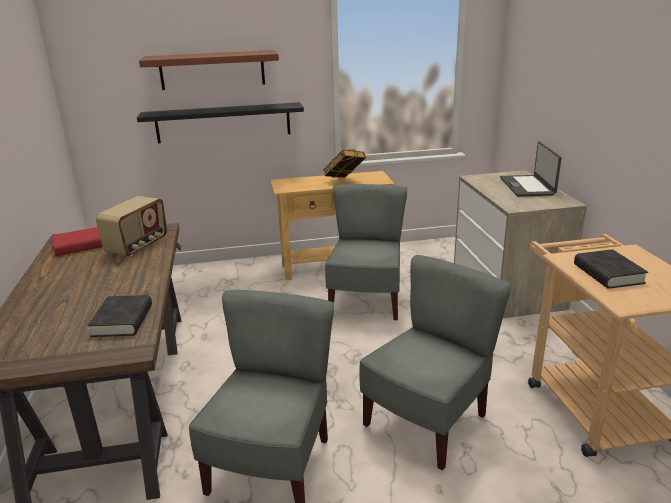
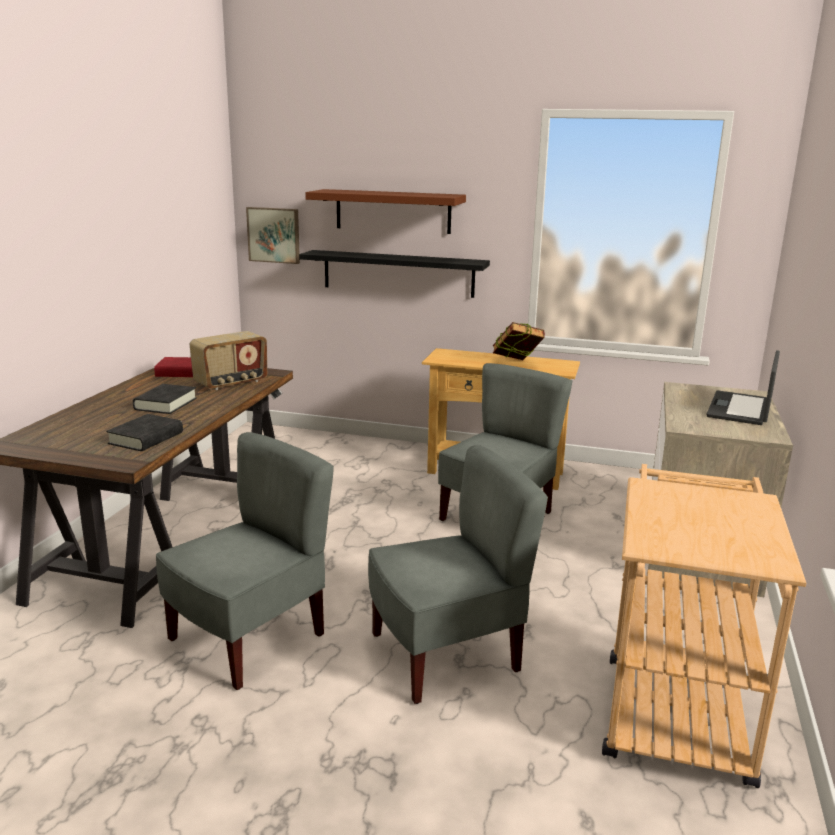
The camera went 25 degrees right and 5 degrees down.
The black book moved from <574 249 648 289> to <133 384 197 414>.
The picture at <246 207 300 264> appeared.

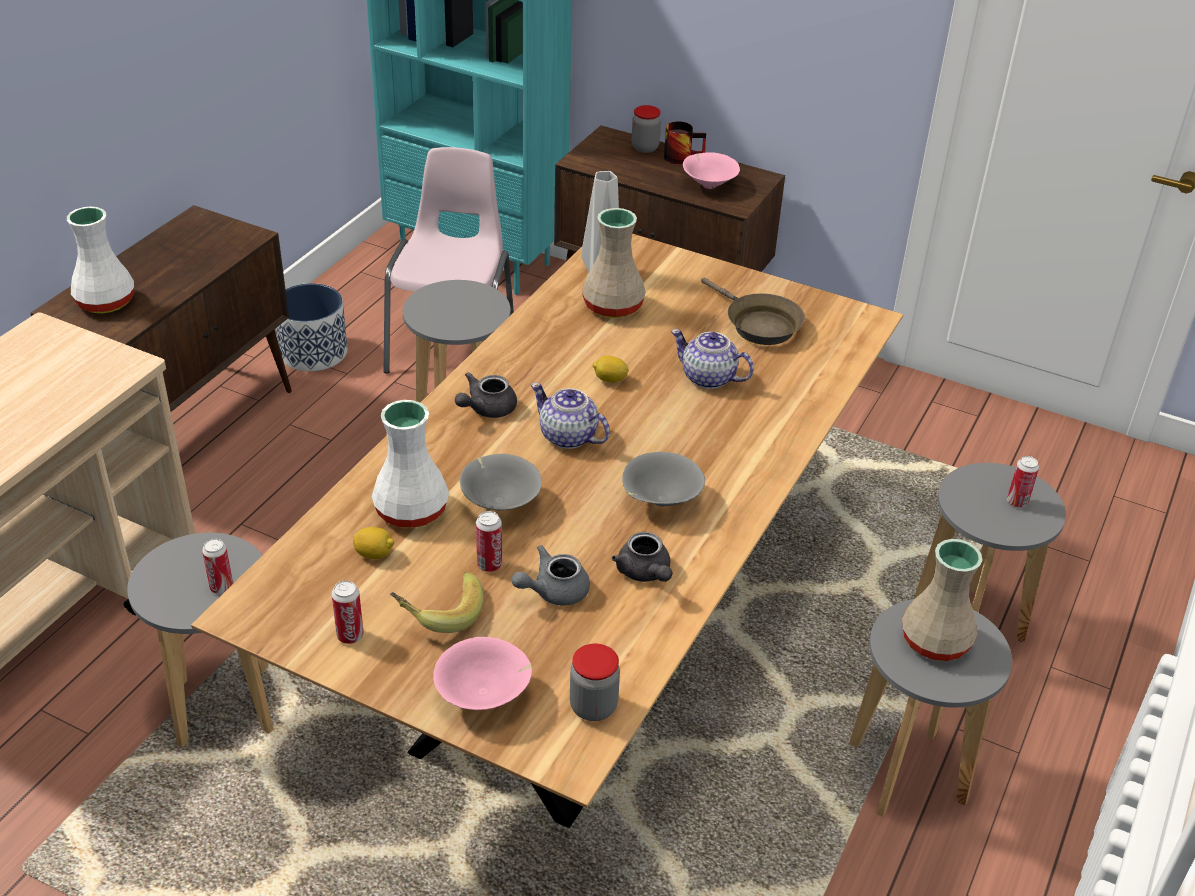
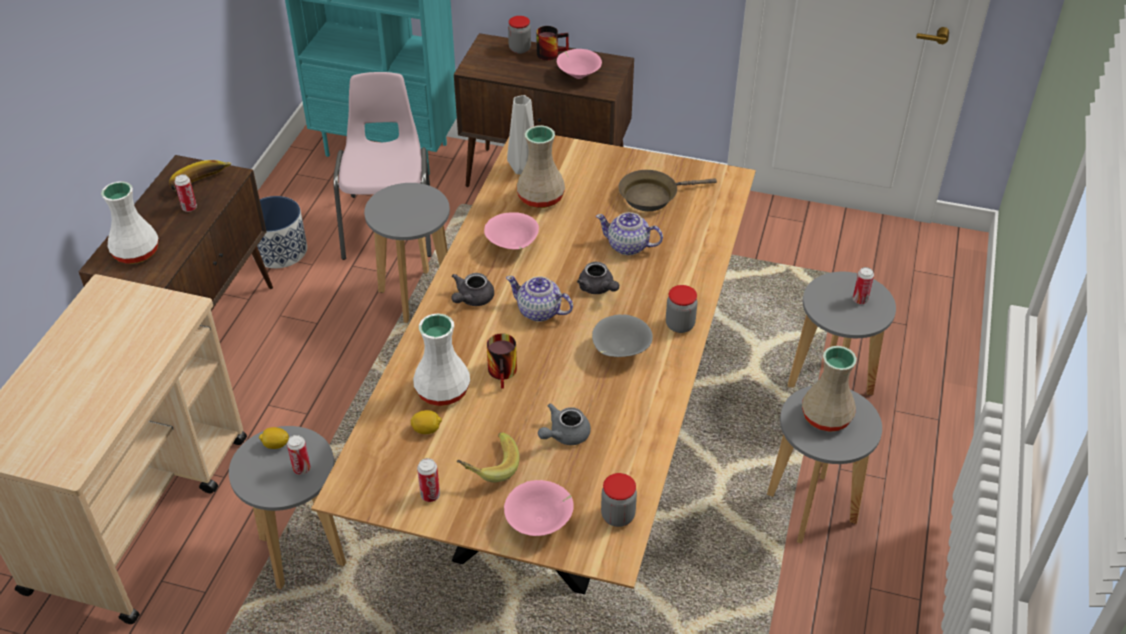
The camera went 10 degrees left and 5 degrees up.
The banana at <169 160 232 191> appeared.
The can moved from <476 511 502 572> to <175 174 197 212>.
The lemon moved from <593 356 629 383> to <259 427 289 449>.
The pink bowl at <484 212 539 250> appeared.
The grey bowl at <460 454 542 511> was replaced by the mug at <487 333 517 389>.
The grey teapot moved from <612 532 672 582> to <577 262 619 294>.
The brown frying pan at <701 278 805 345> turned 120 degrees clockwise.
The jar at <666 285 698 333> appeared.

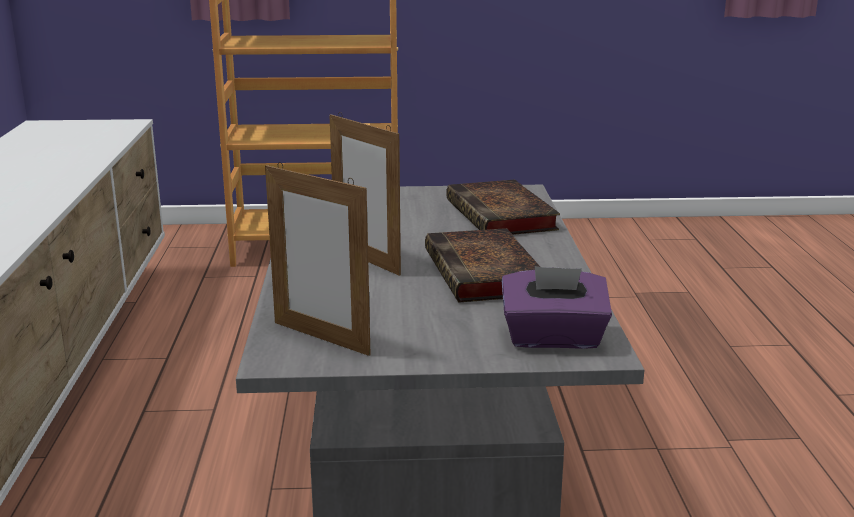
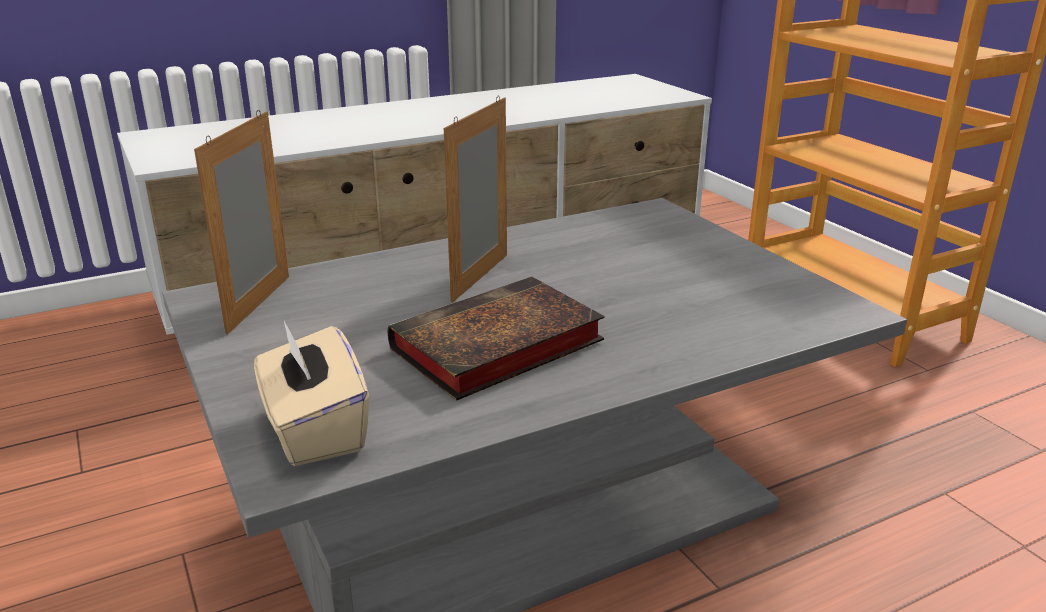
The camera went 65 degrees right and 5 degrees up.
The purple tissue box at <502 266 612 349> became the beige tissue box at <254 321 369 466>.
The book at <446 179 560 235> disappeared.

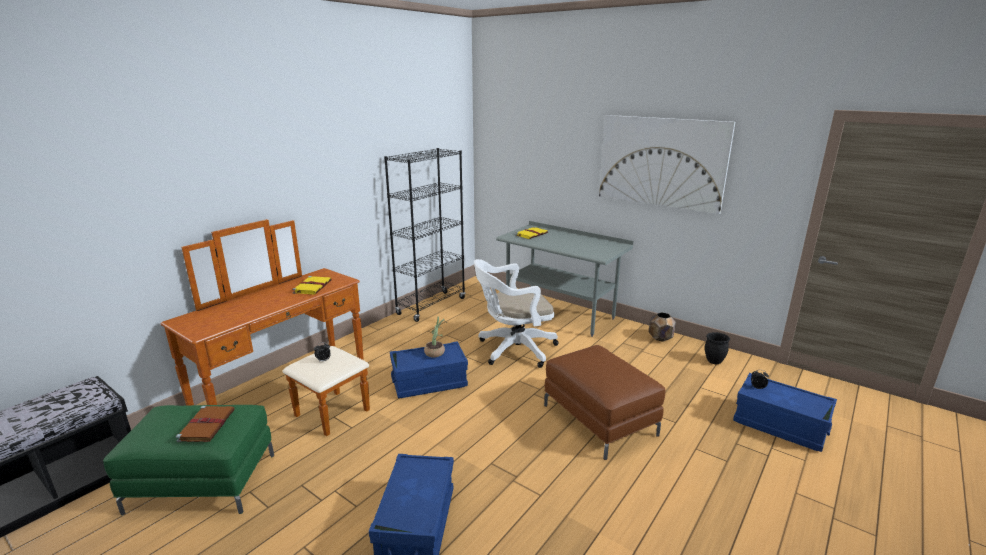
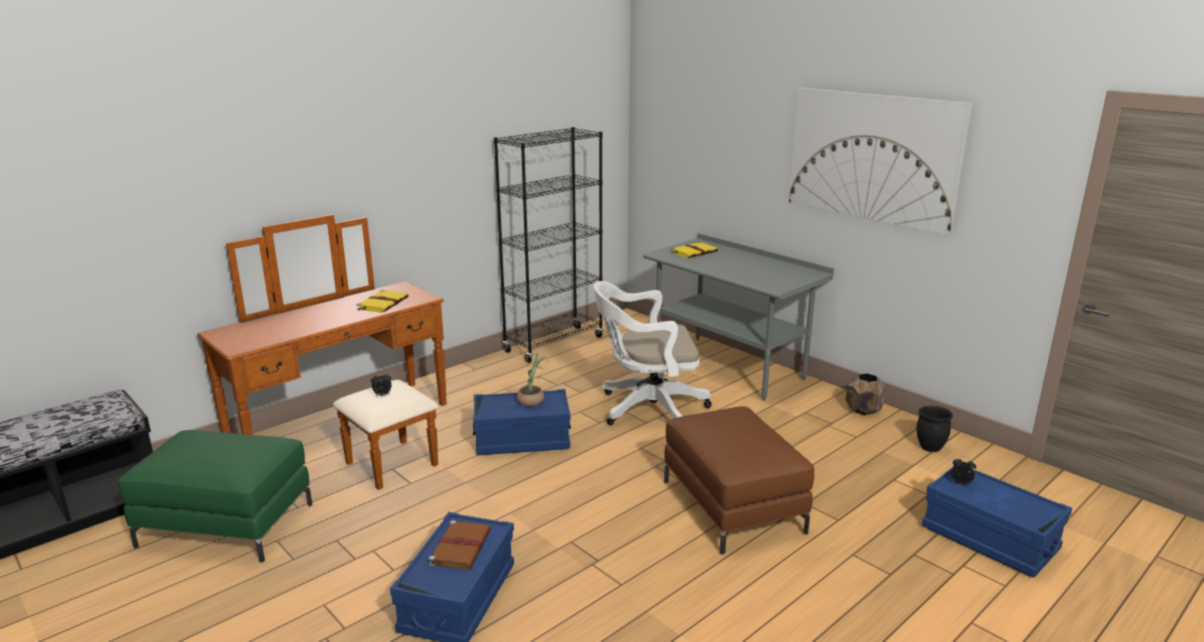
The camera went 10 degrees right and 0 degrees up.
The brown book moved from <176 406 235 442> to <429 520 491 570>.

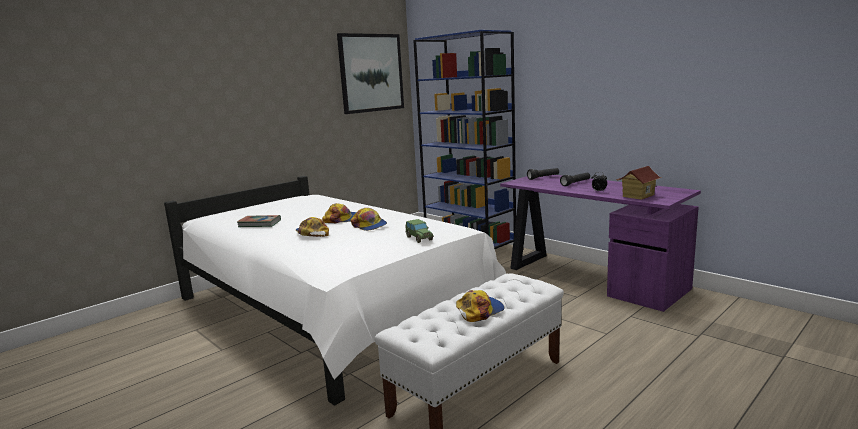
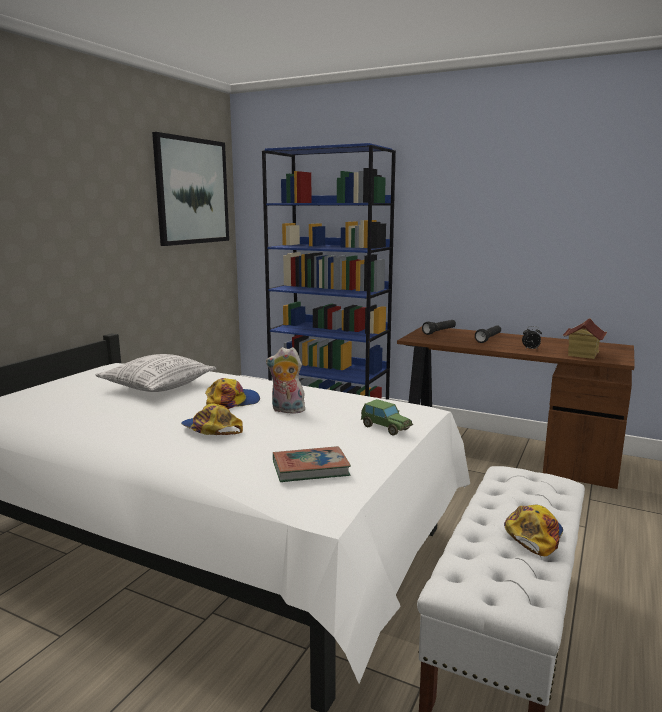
The camera went 20 degrees left and 0 degrees up.
The pillow at <95 354 217 392> appeared.
The cap at <350 208 387 231> was replaced by the plush toy at <266 347 309 414>.
The book moved from <237 215 281 227> to <273 446 351 482>.
The purple desk at <500 175 701 312> became the brown desk at <397 326 635 489>.

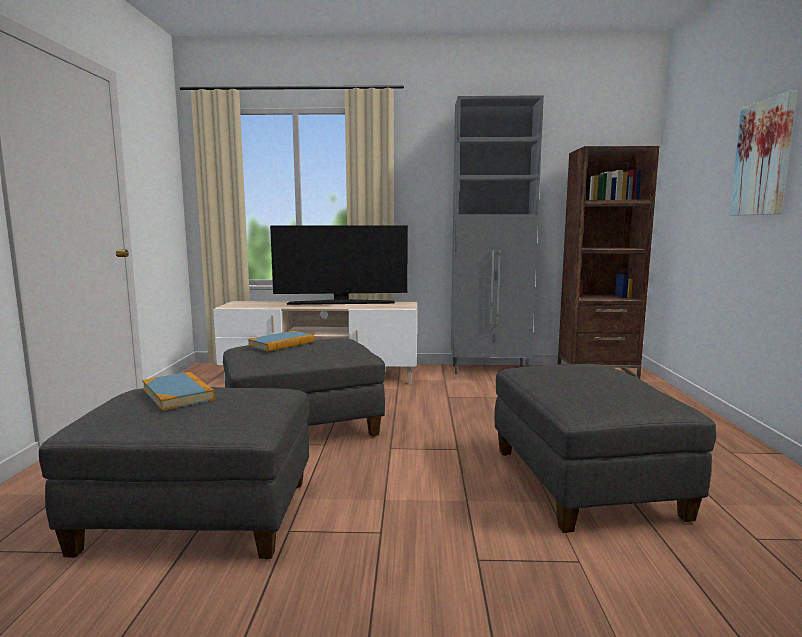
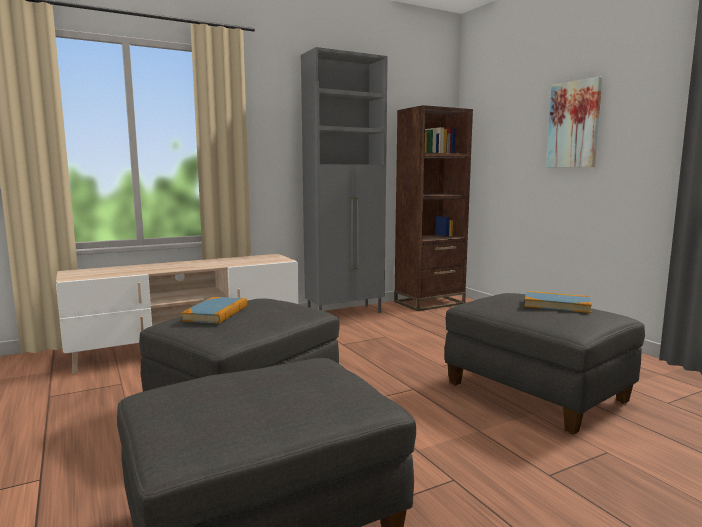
The camera went 30 degrees left and 0 degrees up.
The book moved from <142 372 216 411> to <524 291 592 313>.
The television at <270 226 408 305> disappeared.

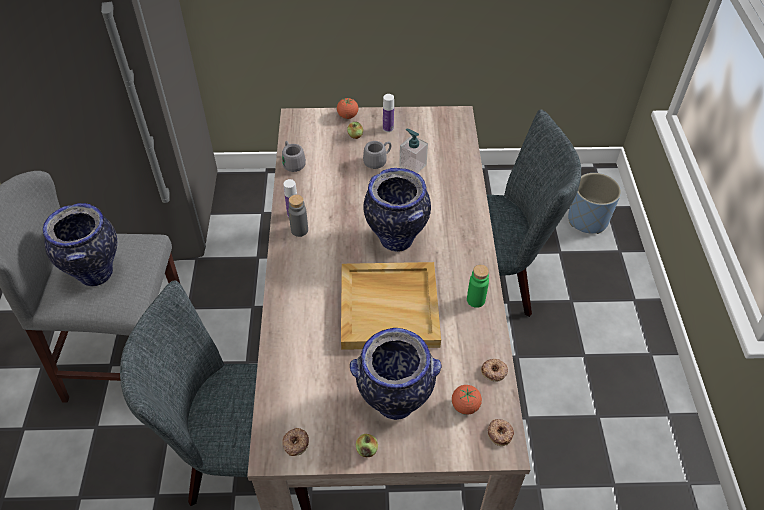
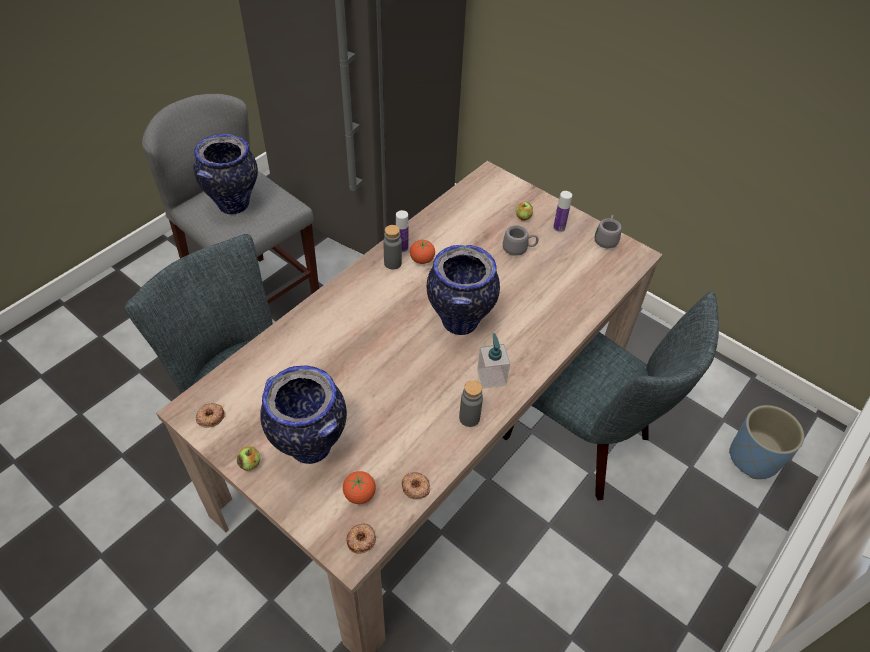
The camera went 40 degrees right and 0 degrees up.
The tomato moved from <337 98 358 119> to <410 240 435 264>.
The green bottle at <467 265 489 308> became the grey bottle at <459 380 483 427>.
The soap dispenser moved from <399 128 428 173> to <477 333 510 388>.
The grey mug moved from <282 141 306 172> to <595 215 622 248>.
The beige tray at <341 262 441 350> disappeared.

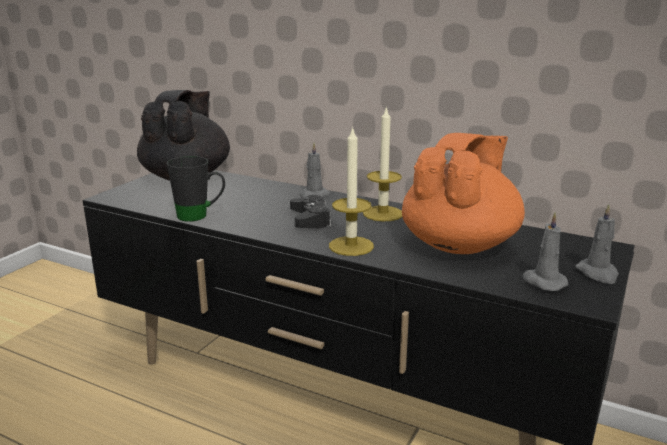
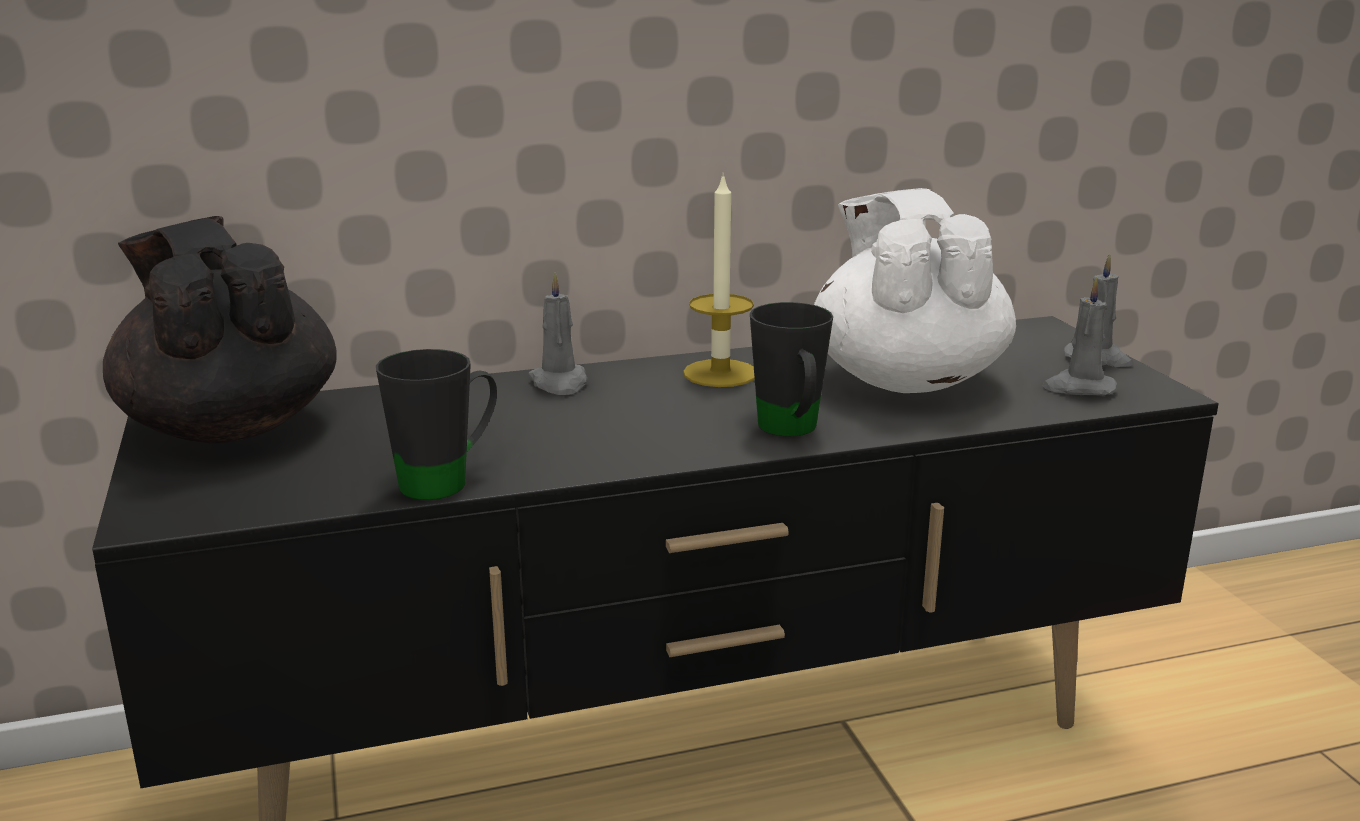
The camera went 45 degrees left and 0 degrees up.
The candle at <329 127 374 256> was replaced by the black mug at <750 302 833 436>.
The orange teapot at <402 133 525 254> became the white teapot at <814 188 1016 393>.
The black game controller at <290 195 332 228> disappeared.

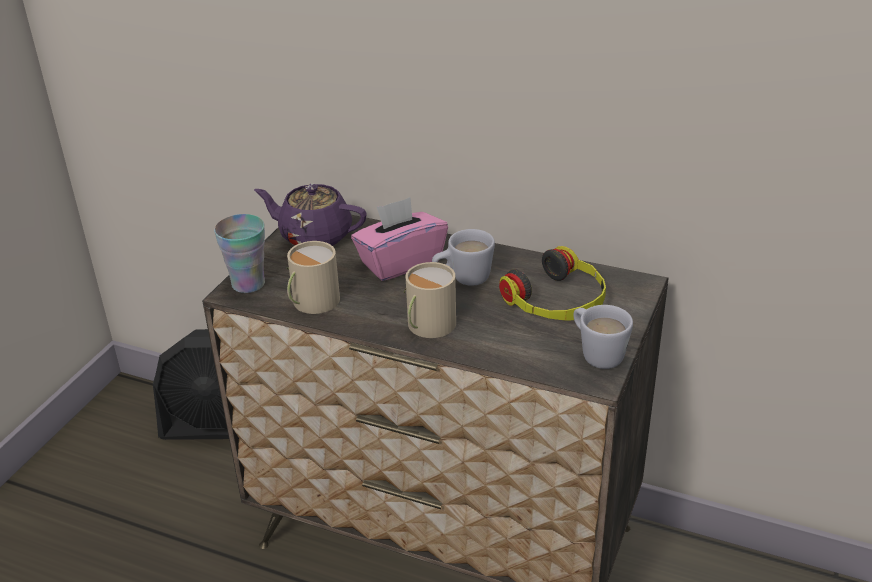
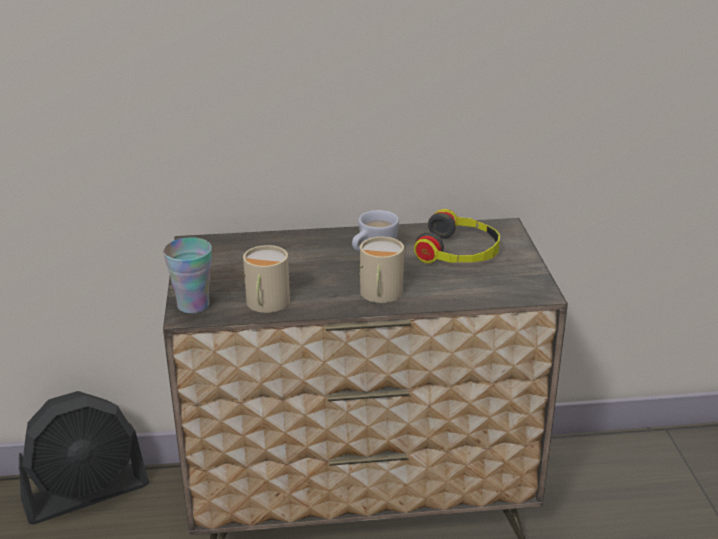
The camera went 30 degrees left and 5 degrees down.
The purple teapot at <254 184 367 246> disappeared.
The pink tissue box at <351 197 448 281> disappeared.
The white mug at <573 305 633 369> disappeared.

